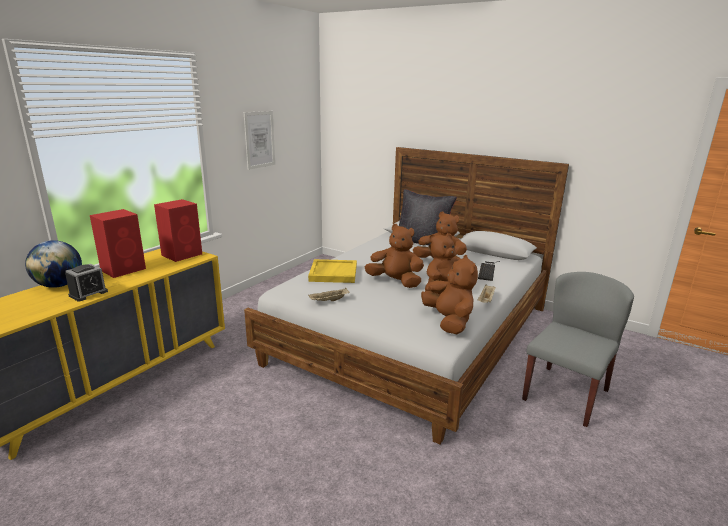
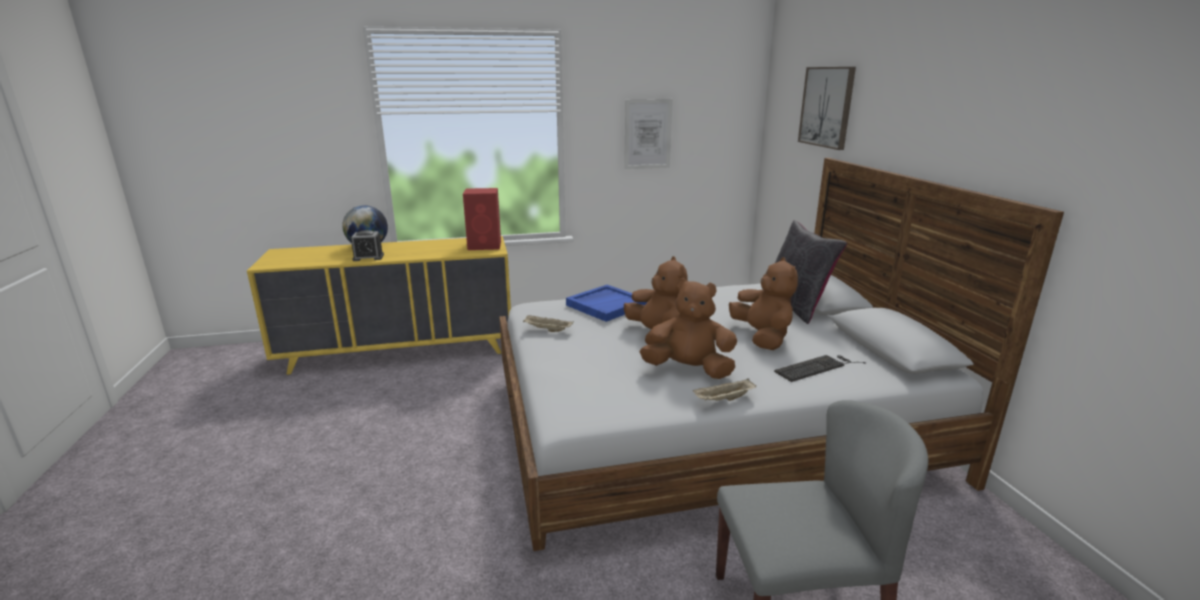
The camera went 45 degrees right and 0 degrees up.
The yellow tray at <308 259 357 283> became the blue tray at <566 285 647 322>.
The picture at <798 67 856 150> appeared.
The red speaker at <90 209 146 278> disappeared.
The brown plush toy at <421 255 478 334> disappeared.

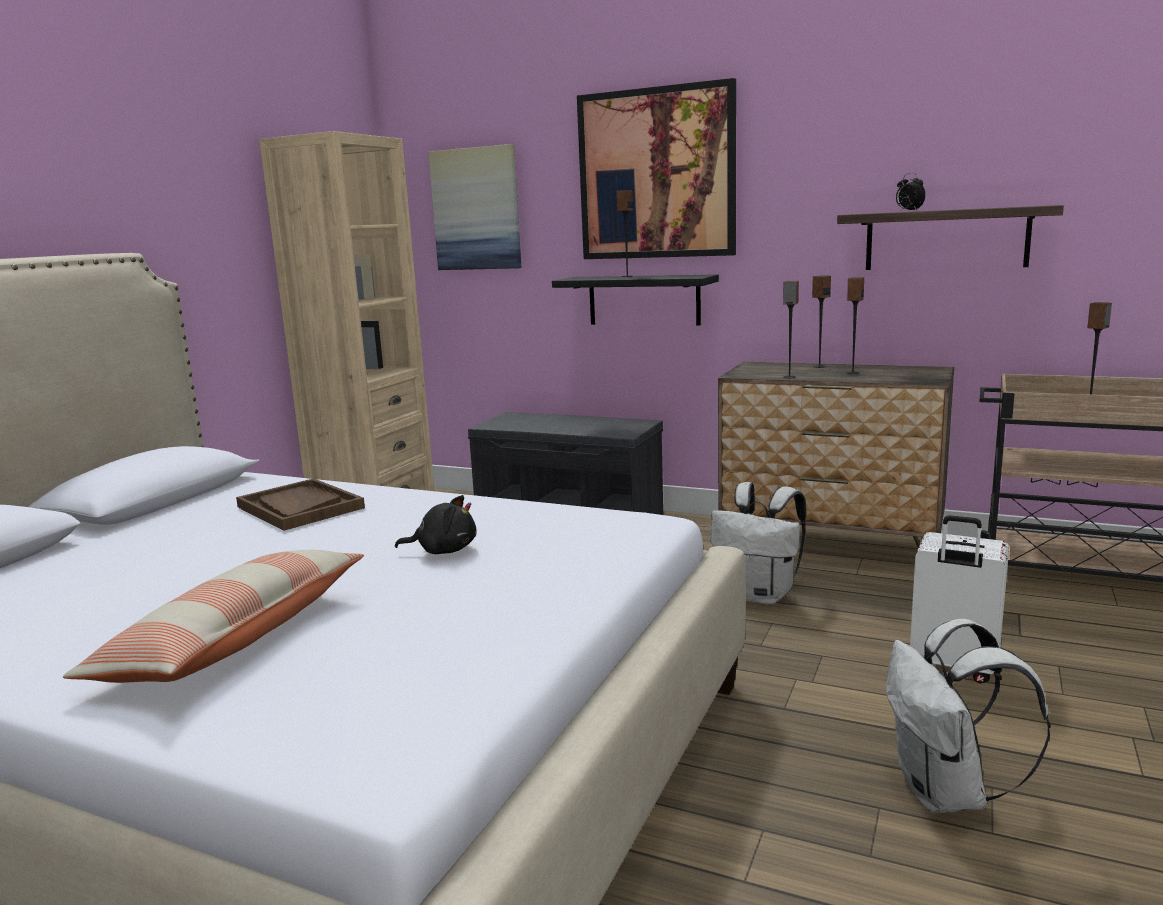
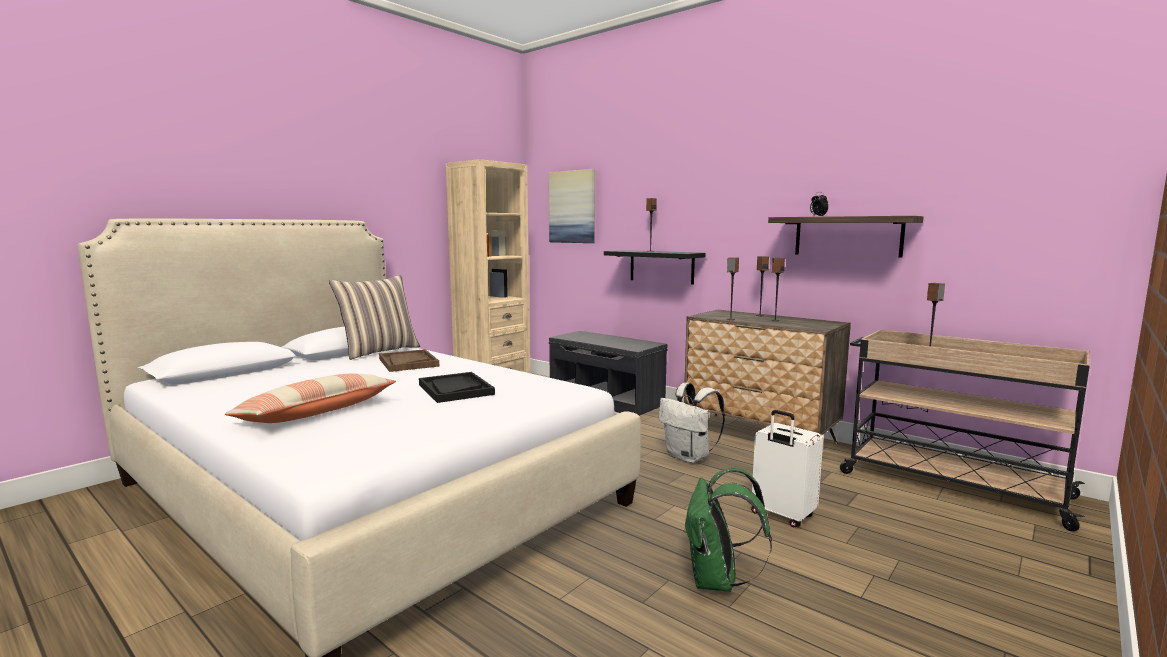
The camera went 15 degrees right and 5 degrees down.
The pillow at <329 275 420 360> appeared.
The black plush toy at <395 495 477 554> was replaced by the black tray at <419 372 495 403>.
The white backpack at <886 619 1051 813> became the green backpack at <683 468 772 592>.
The picture at <577 78 736 259> disappeared.

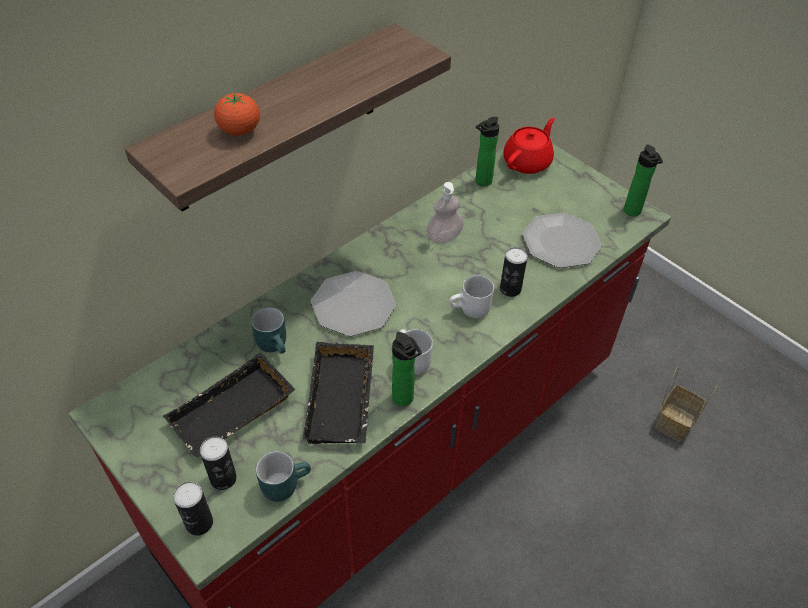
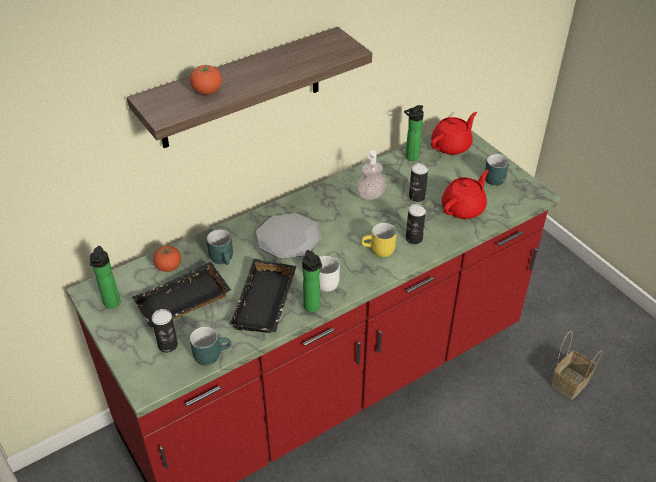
The camera went 10 degrees right and 5 degrees down.
The bottle moved from <624 144 663 216> to <90 246 120 309>.
The tomato at <153 245 181 272> appeared.
The white mug at <449 275 494 319> became the yellow mug at <361 223 397 257>.
The can moved from <173 482 213 536> to <409 163 428 202>.
The plate at <522 213 602 268> was replaced by the red teapot at <442 170 489 219>.
The turquoise mug at <485 154 509 186> appeared.

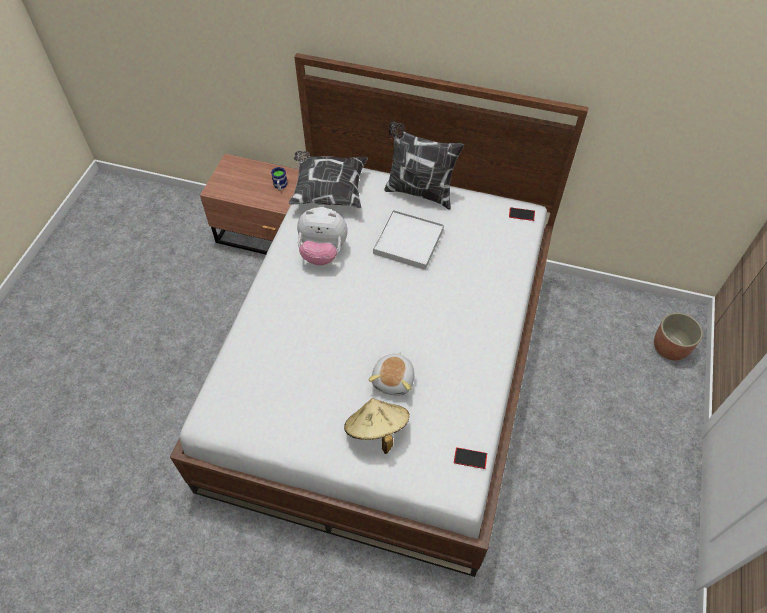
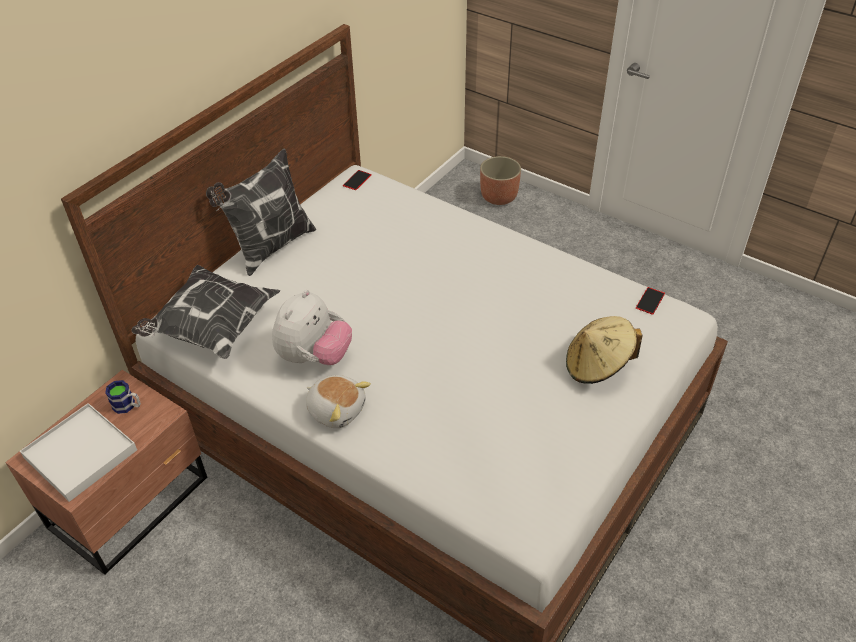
The camera went 70 degrees left and 10 degrees down.
The white tray moved from <373 210 444 270> to <20 403 137 502>.
The plush toy moved from <368 352 415 396> to <306 375 371 428>.

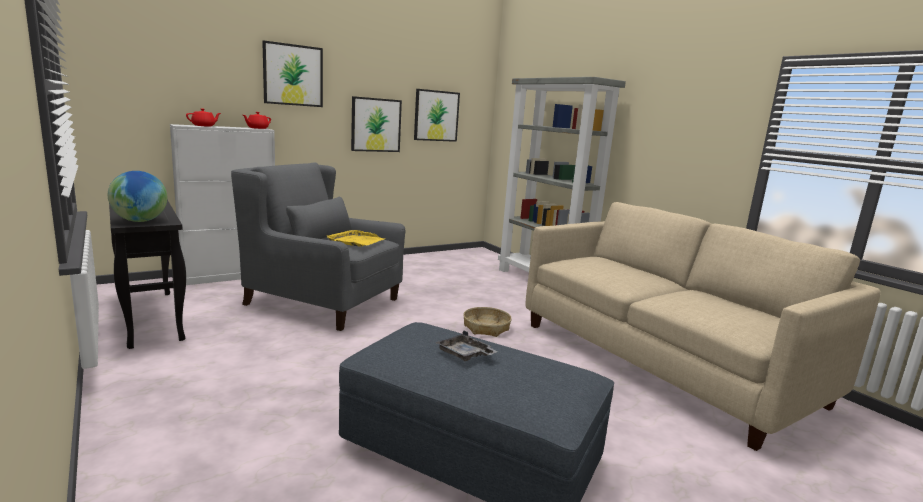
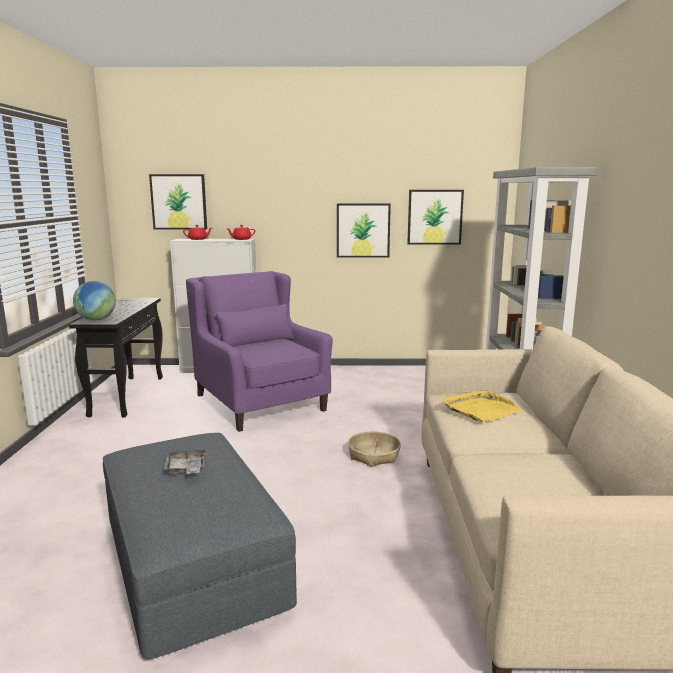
The camera went 35 degrees right and 0 degrees up.
The picture moved from <262 40 323 107> to <149 174 207 229>.
The grey armchair at <231 163 405 331> became the purple armchair at <186 271 333 432>.
The yellow tray moved from <327 230 385 247> to <442 390 523 422>.

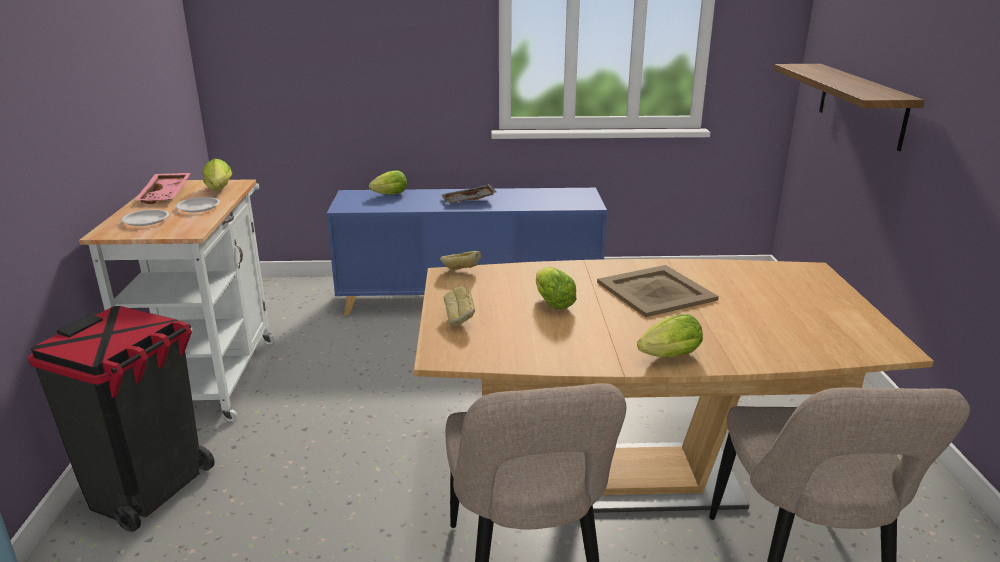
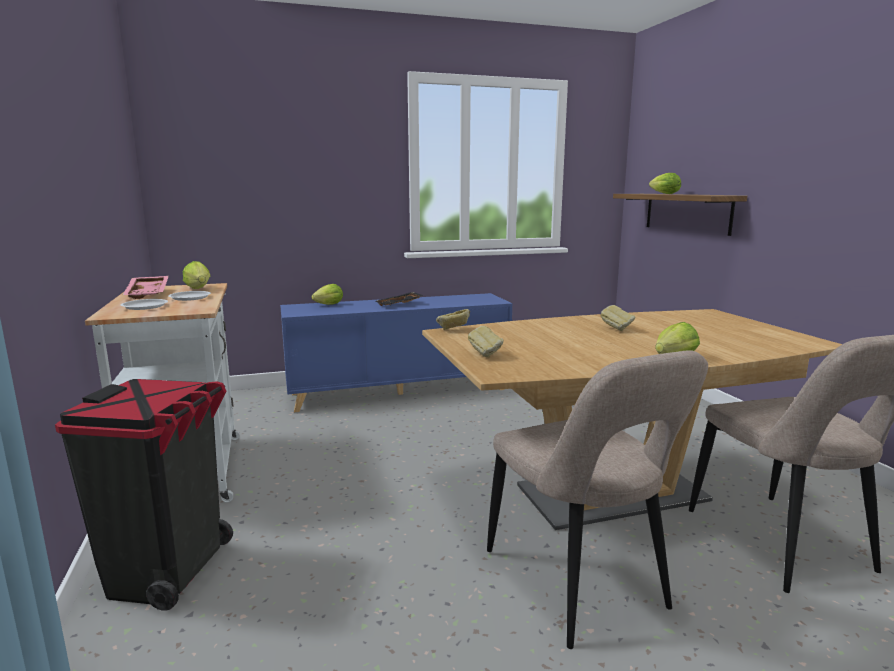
The camera went 15 degrees left and 10 degrees down.
The beige tray at <597 265 719 317> was replaced by the bread at <600 305 635 331>.
The lettuce moved from <536 267 576 309> to <649 173 681 194>.

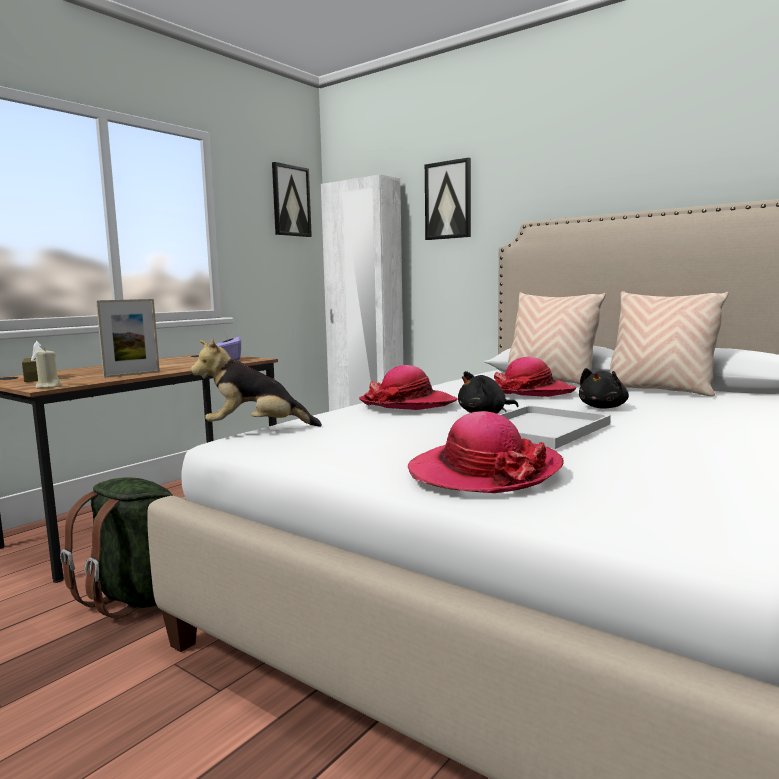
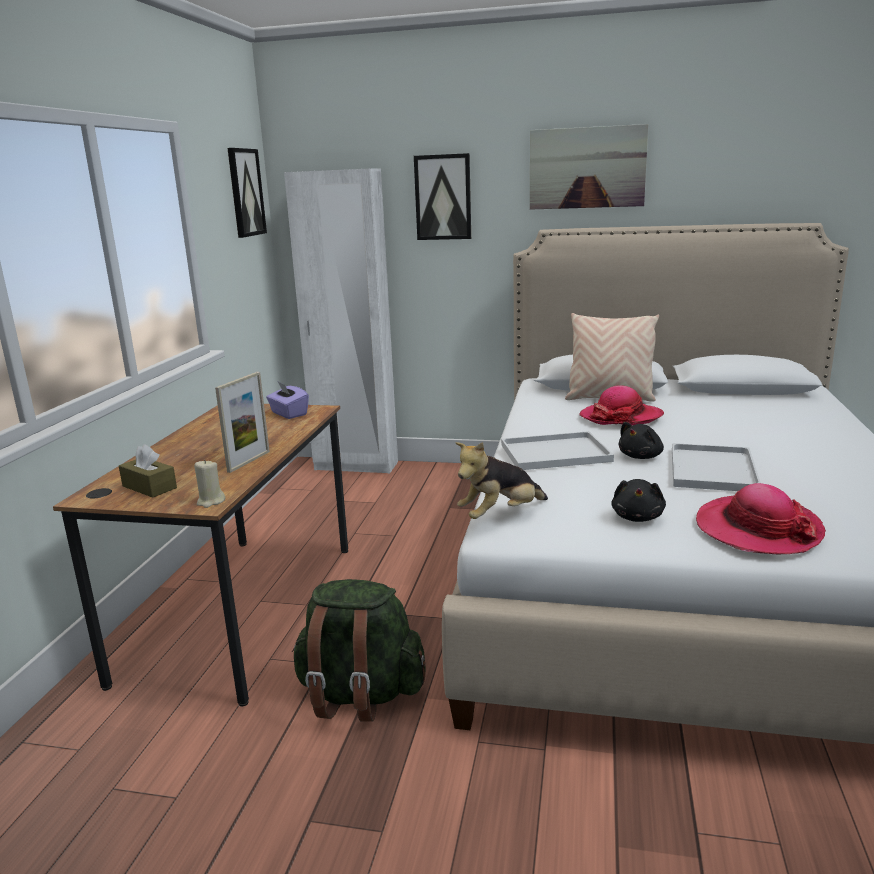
The camera went 25 degrees left and 10 degrees up.
The hat at <359 365 458 410> was replaced by the white tray at <501 431 614 470>.
The picture at <530 124 648 210> appeared.
The black plush toy moved from <579 368 629 409> to <611 479 666 522>.
The beige pillow at <610 291 729 396> disappeared.

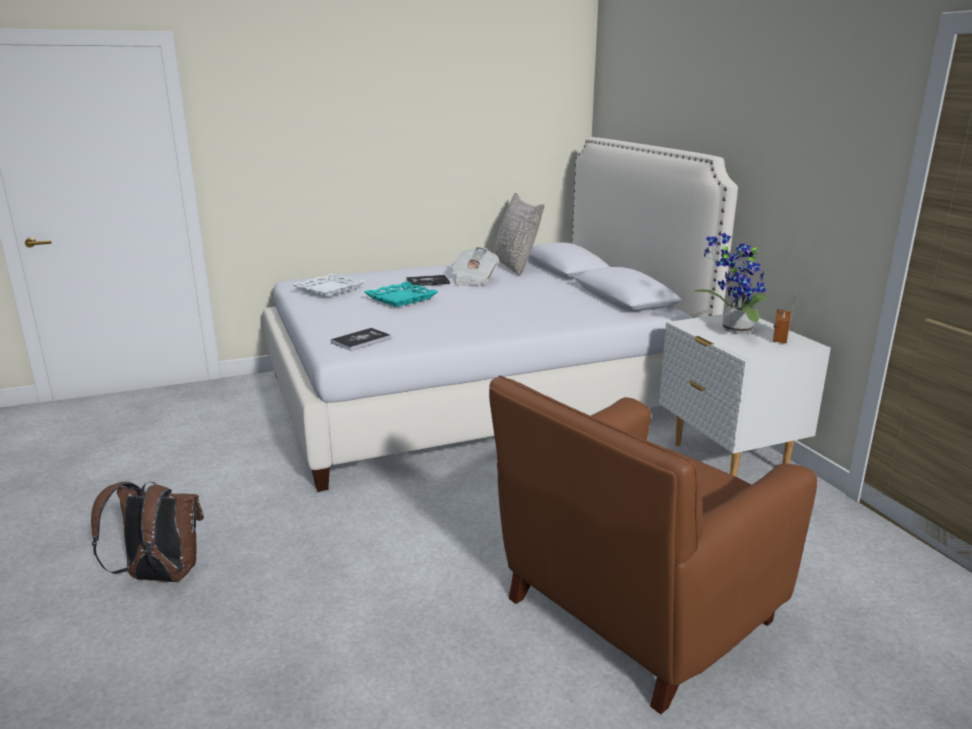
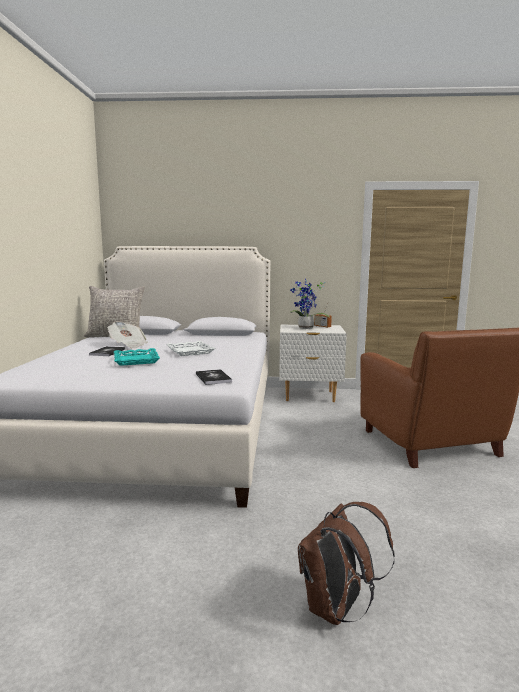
The camera went 65 degrees left and 10 degrees down.
The white tray moved from <292 273 365 297> to <166 341 215 356>.

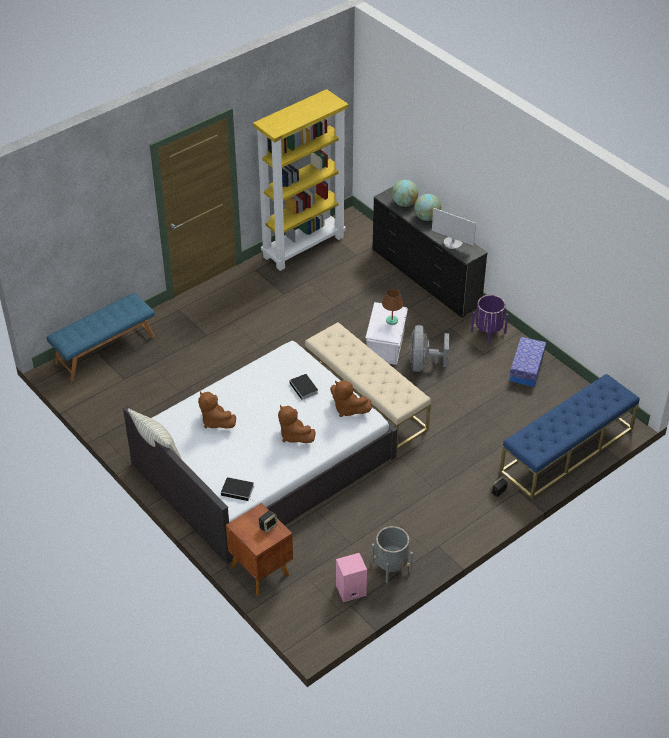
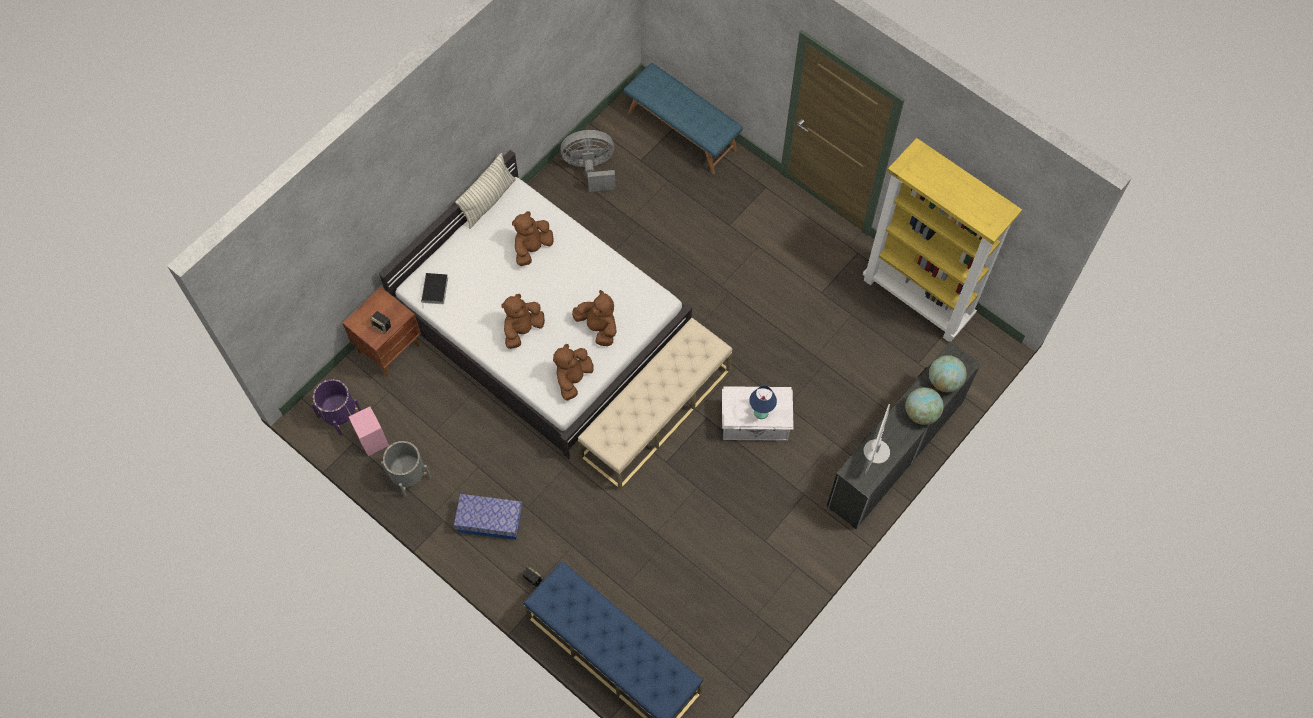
The camera went 80 degrees right and 20 degrees up.
The purple planter moved from <471 295 508 344> to <311 379 361 436>.
The storage box moved from <510 337 546 387> to <454 494 522 540>.
The grey fan moved from <408 325 449 372> to <560 130 616 192>.
The book at <289 374 318 401> was replaced by the brown plush toy at <572 290 617 346>.
The brown table lamp at <382 289 403 325> became the blue table lamp at <749 386 777 419>.

